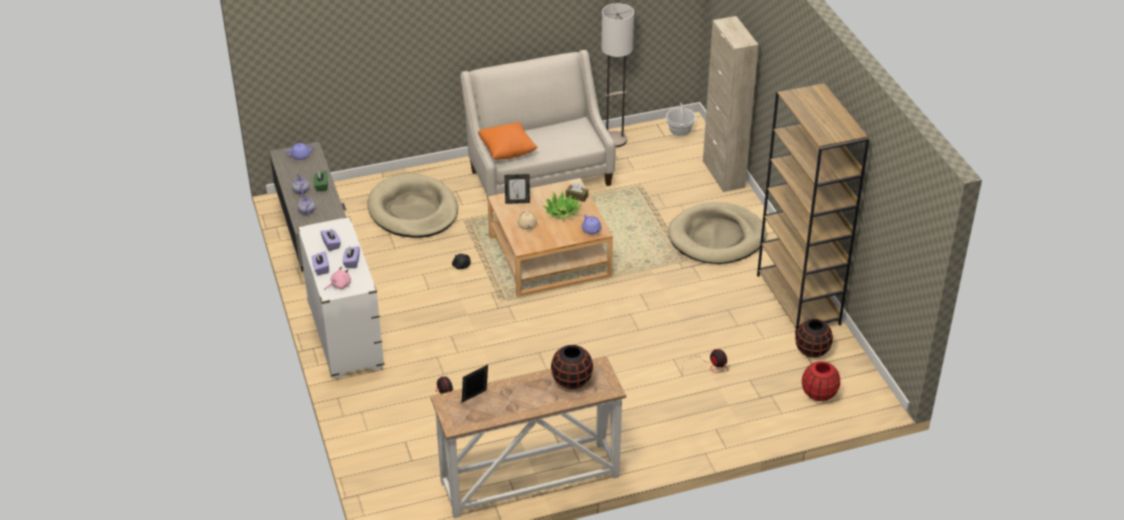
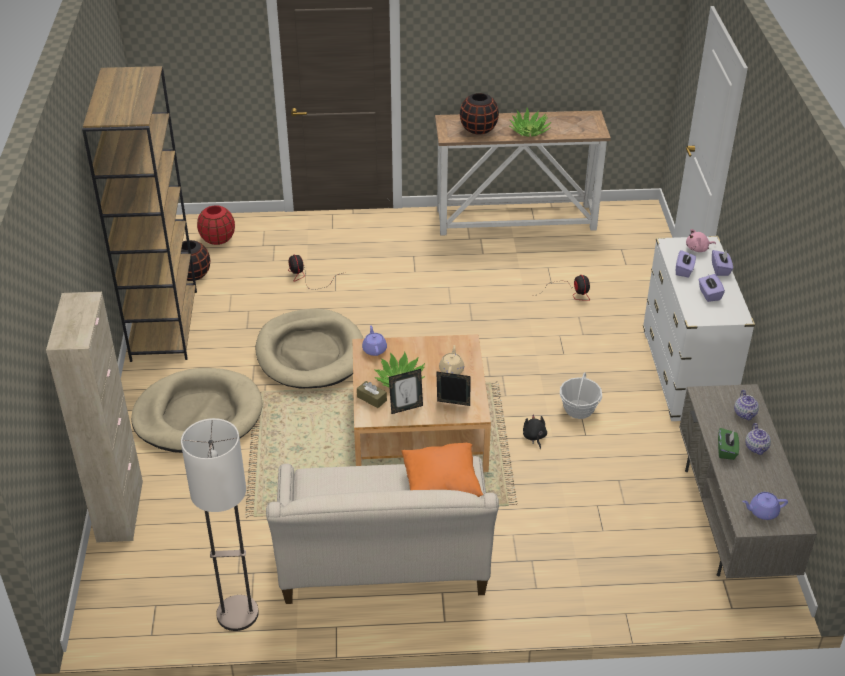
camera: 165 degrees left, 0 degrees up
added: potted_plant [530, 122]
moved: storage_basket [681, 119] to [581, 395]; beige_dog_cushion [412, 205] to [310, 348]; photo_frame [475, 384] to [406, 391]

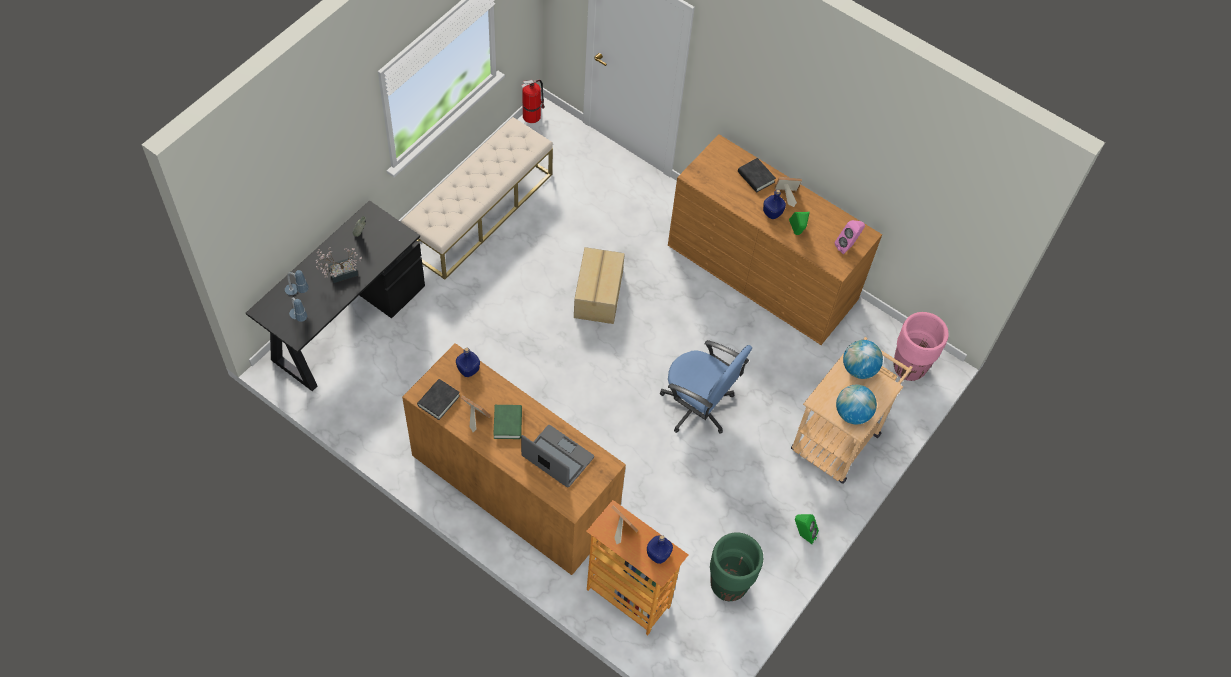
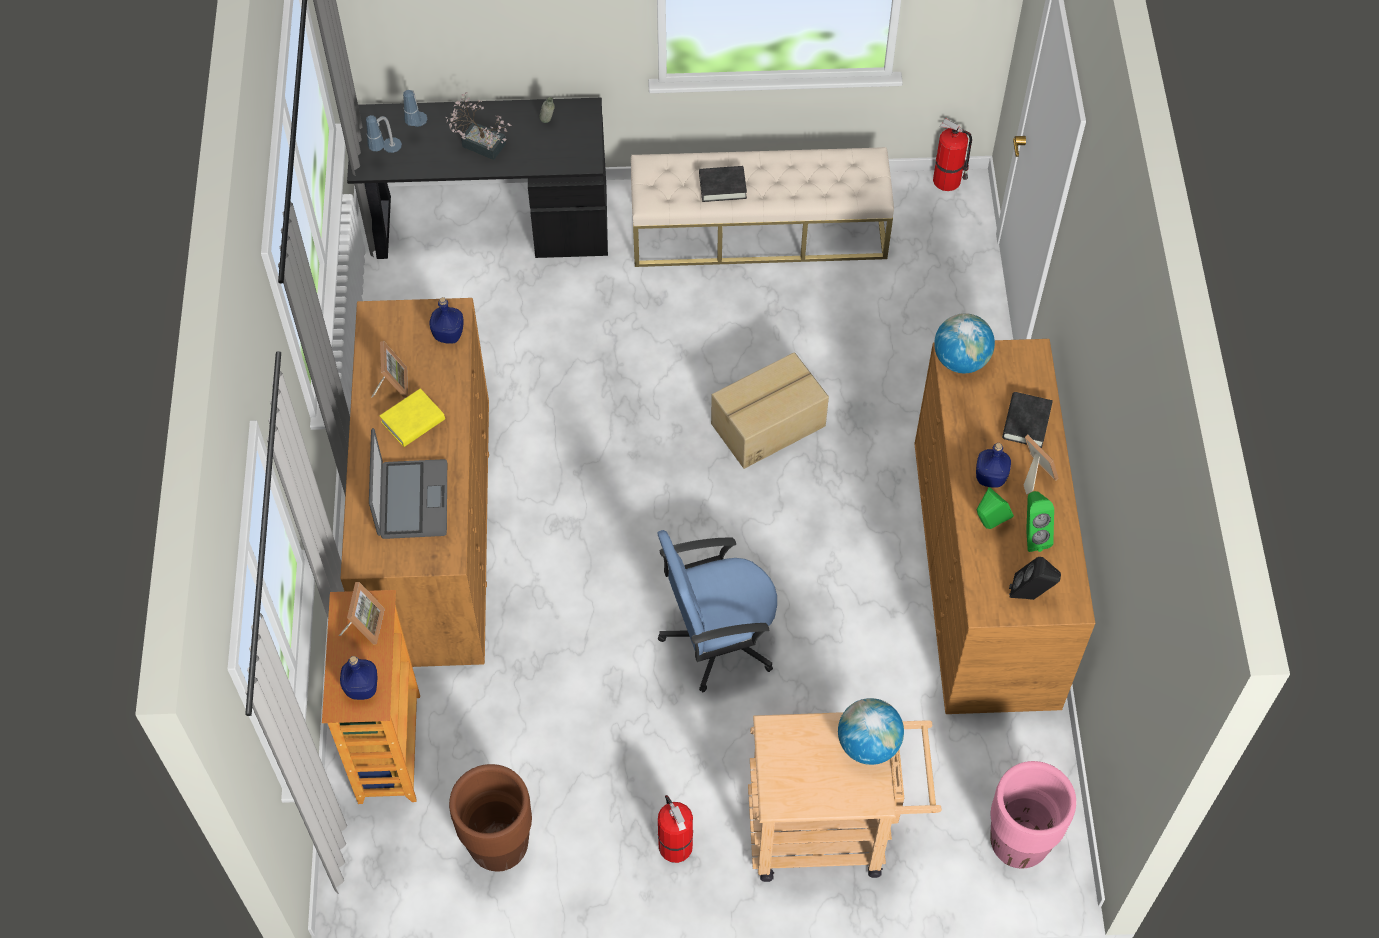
camera: 55 degrees right, 0 degrees up
added: fire-fighting_cylinder [675, 829]
moved: blackish_volume [438, 399] to [723, 184]; globe [856, 404] to [964, 343]; greenish_speaker [807, 529] to [1040, 521]
recoloured: pink-coloured_speaker [850, 237] to blackish_speaker [1035, 578]; greenish_volume [507, 422] to yellowish_volume [412, 417]; greenish_planter [736, 566] to brownish_planter [490, 817]
turned: blue-coloured_desk_chair [706, 387] = [717, 611] 75 degrees clockwise

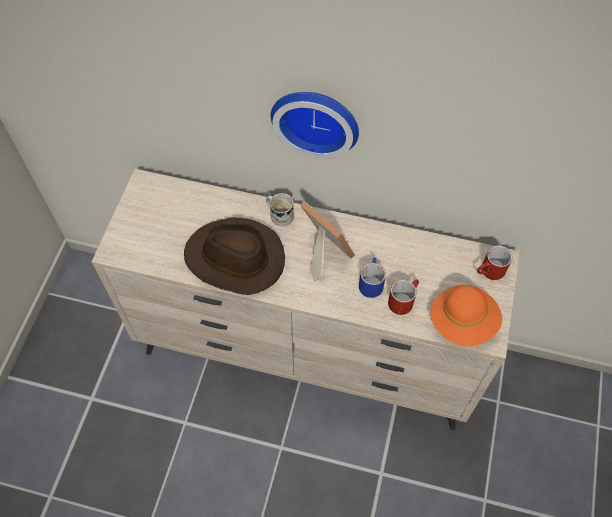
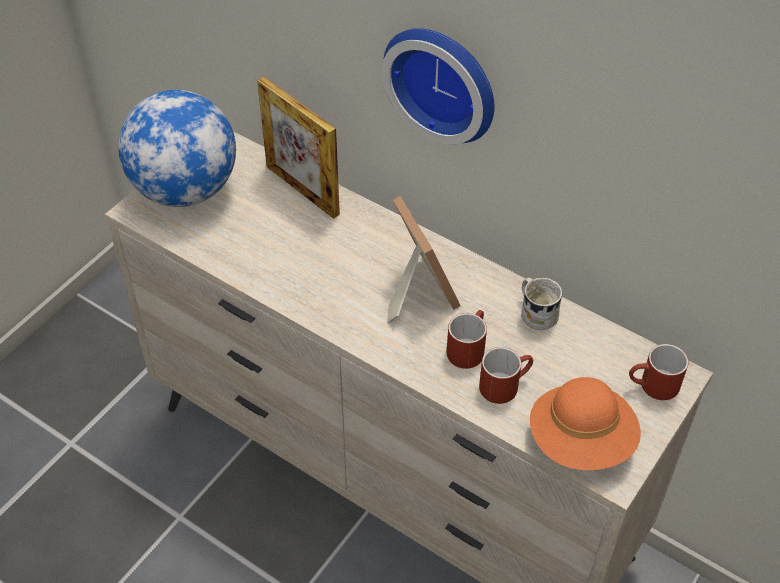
camera: 20 degrees right, 10 degrees down
removed: brownish_hat [234, 256]
added: photo_frame [298, 148]; globe [177, 148]
moved: white-coloured_tea_mug [280, 209] to [542, 303]
recoloured: blue-coloured_tea_mug [372, 278] to red-coloured_tea_mug [467, 339]

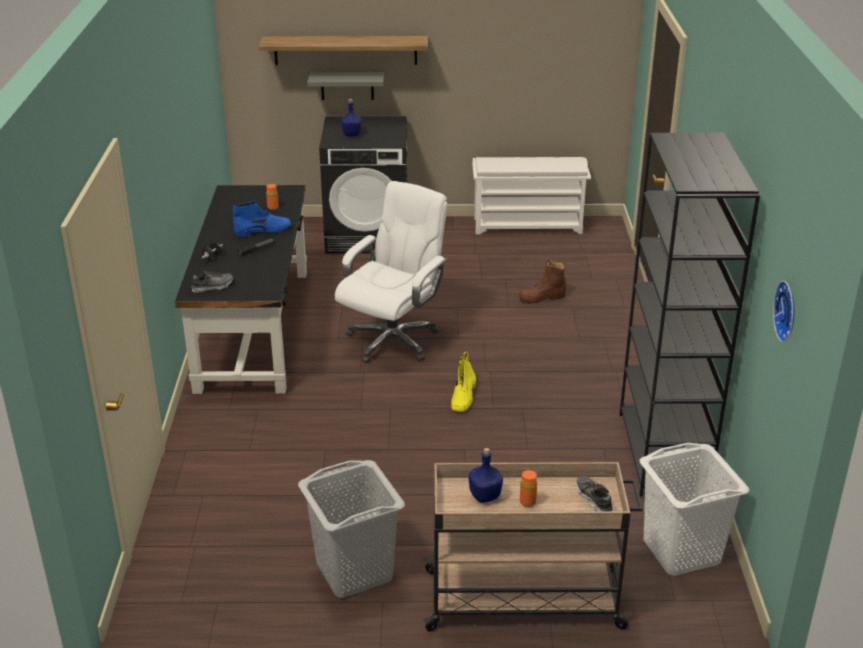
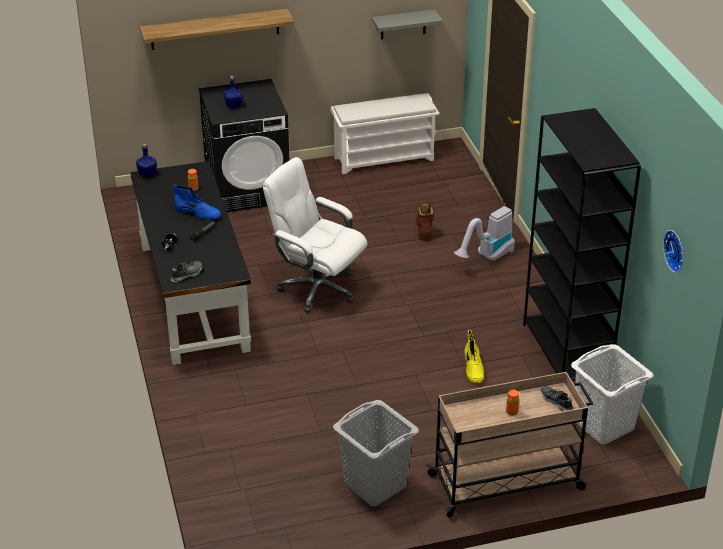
camera: 15 degrees left, 5 degrees up
added: vacuum [484, 233]
moved: gray_bracket_shelf [345, 86] to [407, 24]; yellowish_tall_boot [463, 382] to [474, 356]; blue-coloured_drink_bottle [485, 475] to [146, 161]
turned: white-coloured_desk_chair [391, 272] = [315, 235] 75 degrees counterclockwise; blue-coloured_tall_boot [262, 218] = [197, 202] 60 degrees clockwise; brownish_tall_boot [542, 282] = [425, 222] 120 degrees clockwise

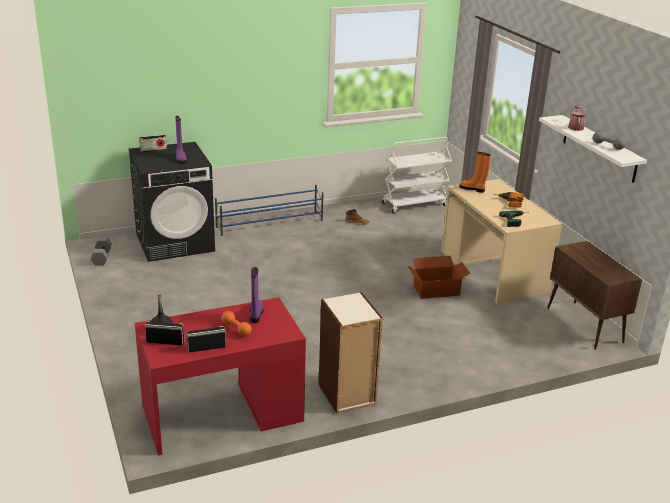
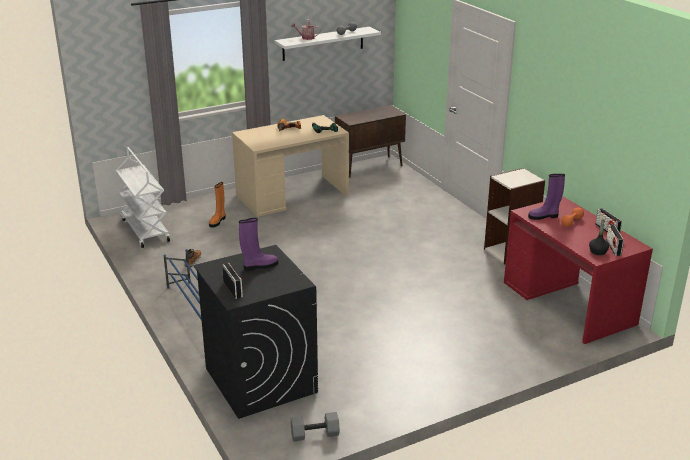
camera: 95 degrees left, 0 degrees up
removed: cardboard_box [439, 277]
moved: orange-coloured_tall_boot [475, 172] to [217, 205]

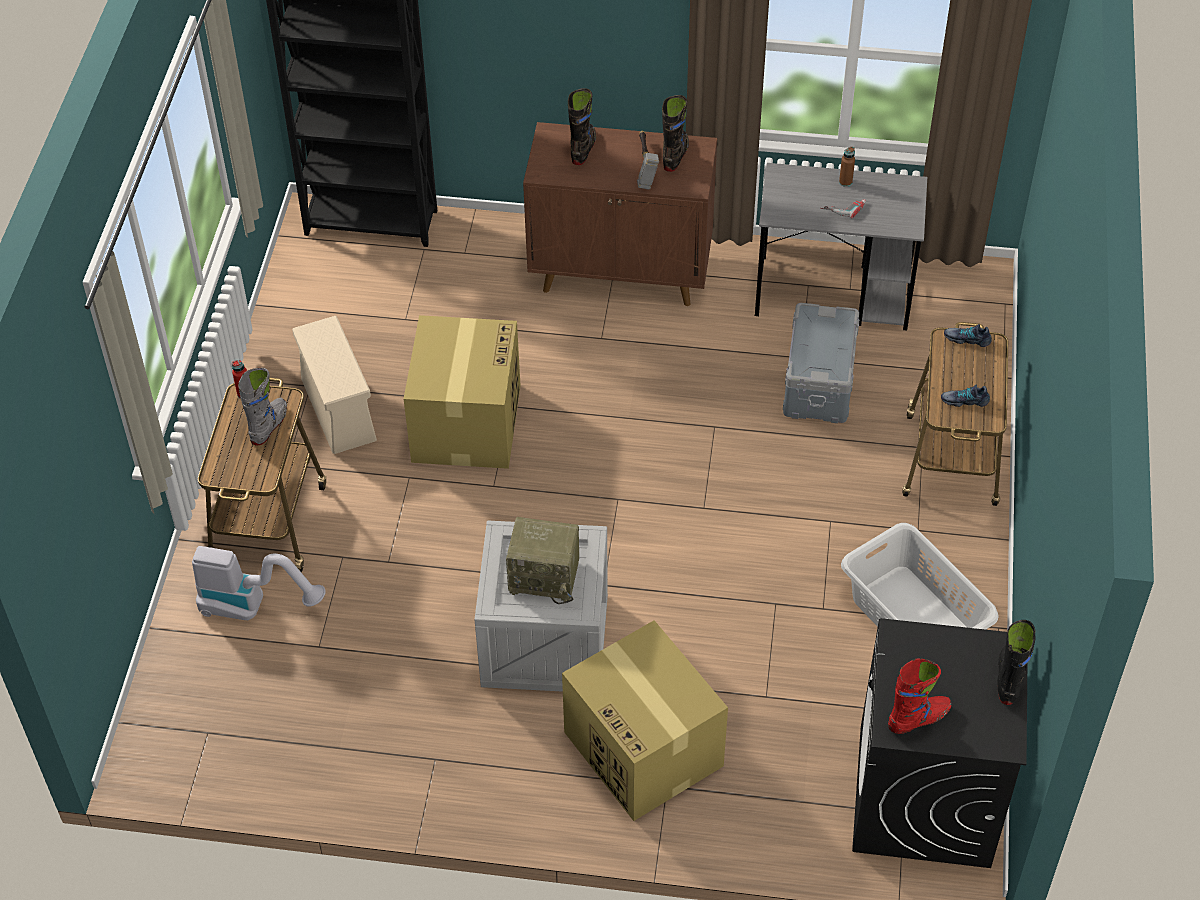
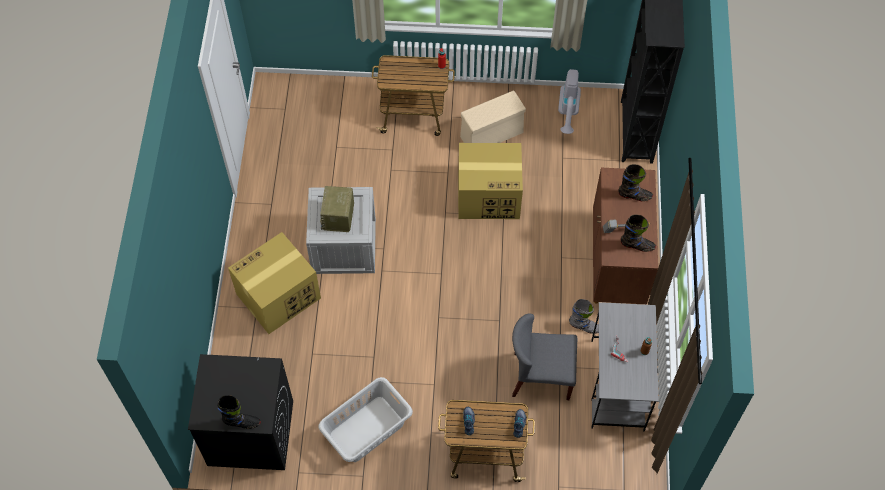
camera: 85 degrees right, 10 degrees up
removed: red-coloured_tall_boot [920, 696]
moved: gray_tall_boot [262, 407] to [584, 316]; vacuum [259, 583] to [569, 101]
replaced: gray_storage_container [821, 363] to gray_plain_chair [544, 357]

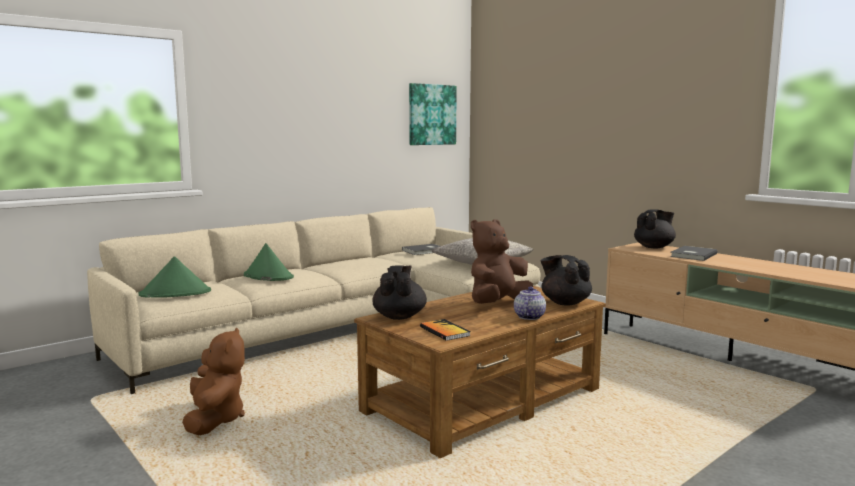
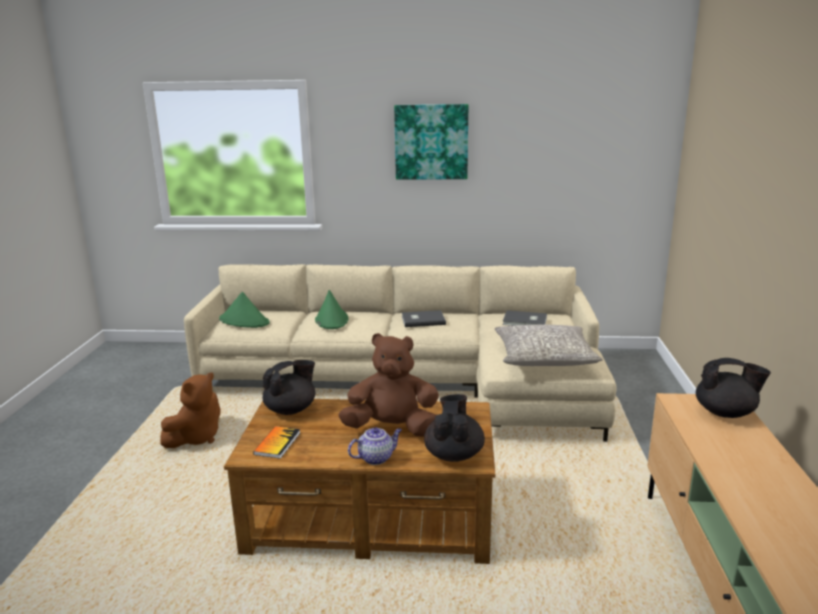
camera: 45 degrees right, 10 degrees up
moved: wall_art [433, 114] to [431, 142]; gray_volume [694, 253] to [424, 318]

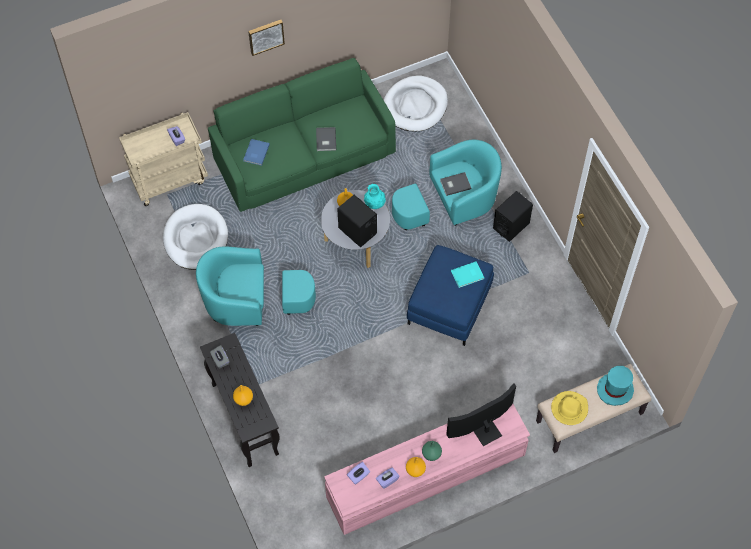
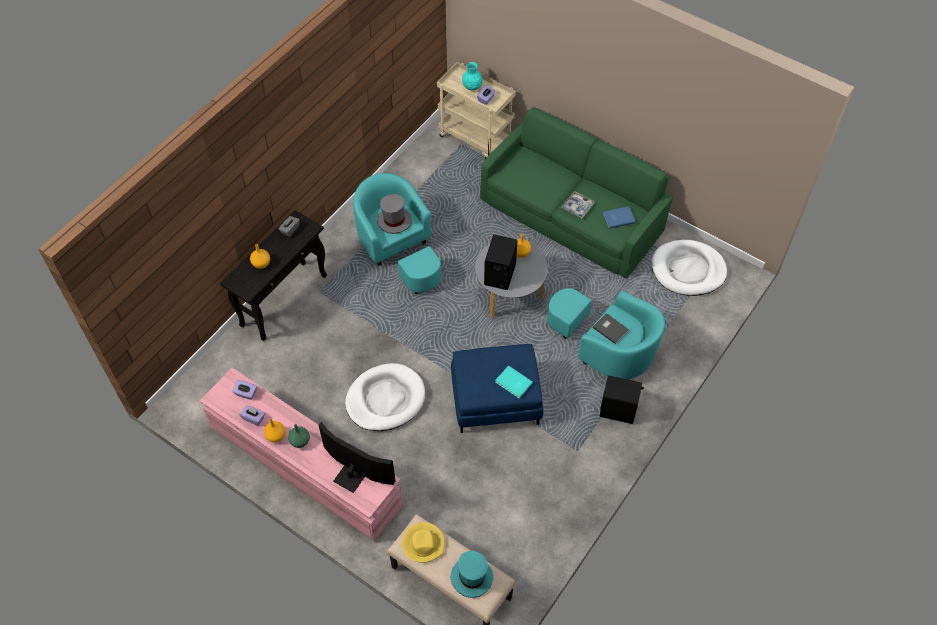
camera: 60 degrees right, 5 degrees down
removed: wall_art [266, 38]
added: gray_hat [394, 214]
moved: blue-coloured_volume [256, 152] to [619, 217]; turquoise-coloured_decorative_vase [375, 196] to [472, 76]; white-coloured_dog_cushion [195, 237] to [385, 397]
replaced: gray_volume [326, 139] to tray [578, 204]

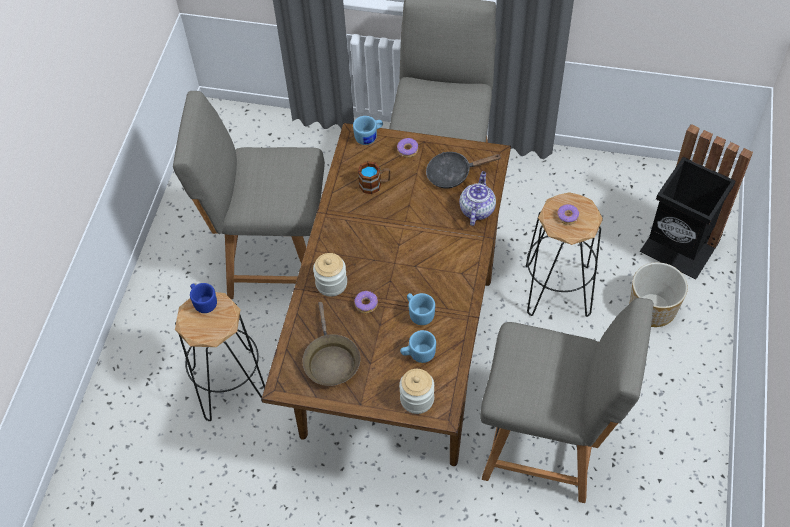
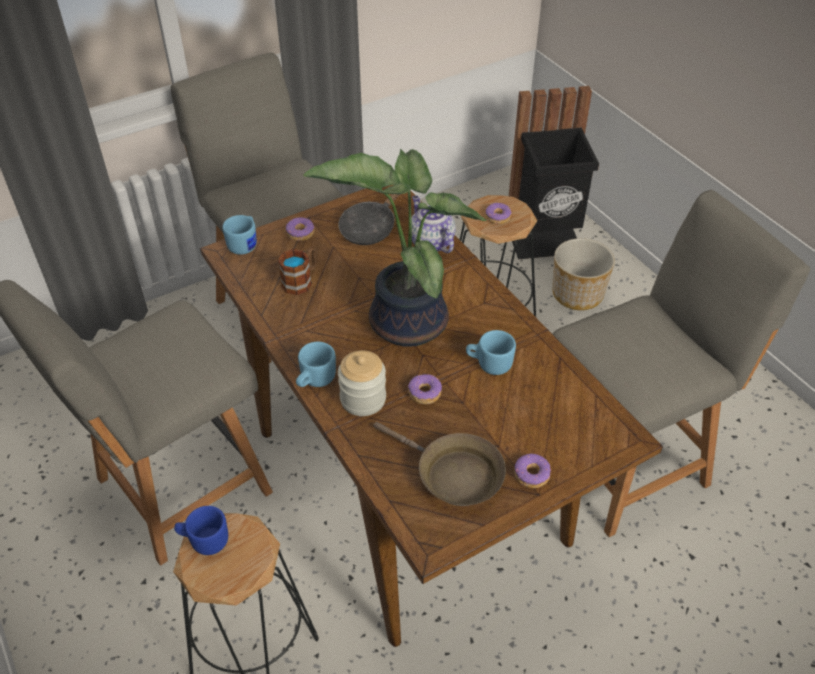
camera: 45 degrees left, 10 degrees down
removed: jar [416, 391]
added: potted_plant [395, 248]; doughnut [533, 471]
moved: blue-coloured_tea_mug [418, 346] to [316, 364]

